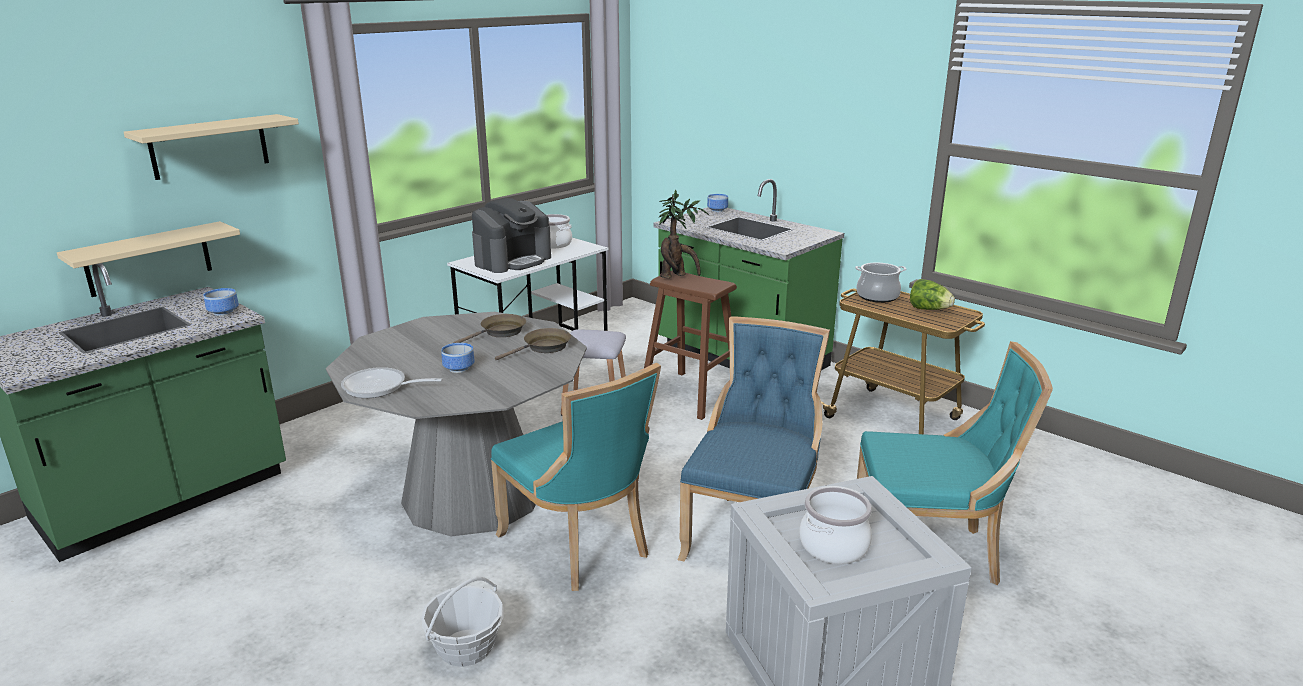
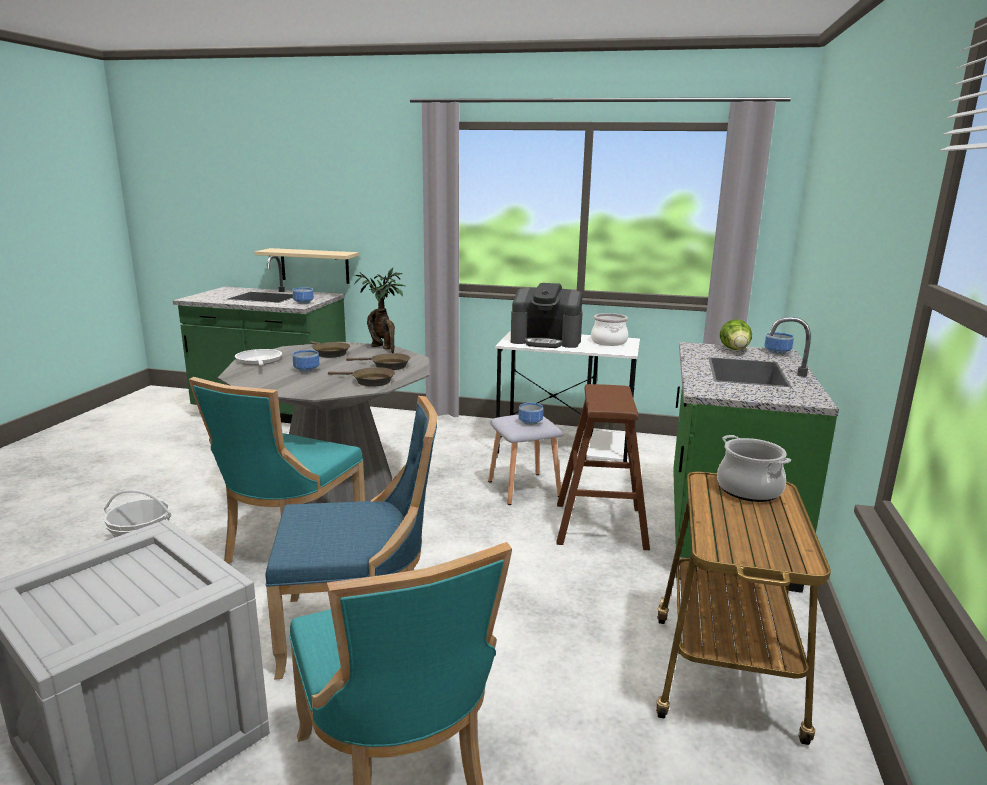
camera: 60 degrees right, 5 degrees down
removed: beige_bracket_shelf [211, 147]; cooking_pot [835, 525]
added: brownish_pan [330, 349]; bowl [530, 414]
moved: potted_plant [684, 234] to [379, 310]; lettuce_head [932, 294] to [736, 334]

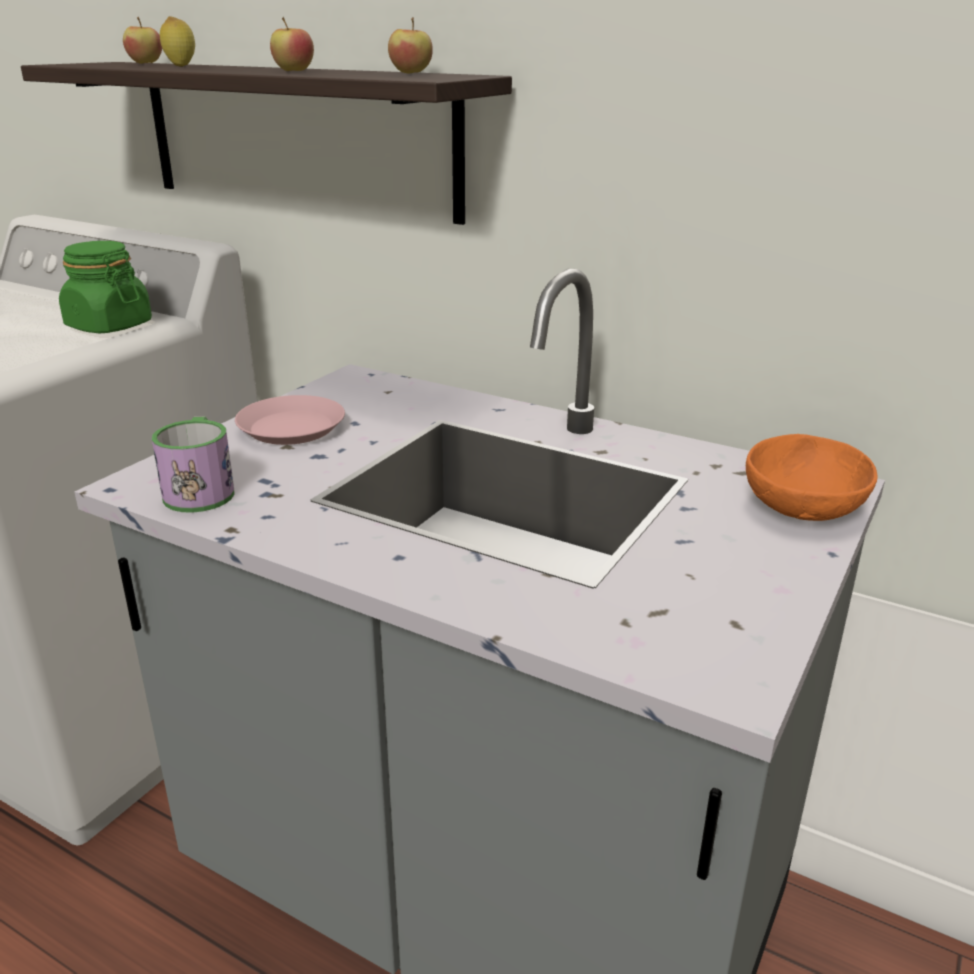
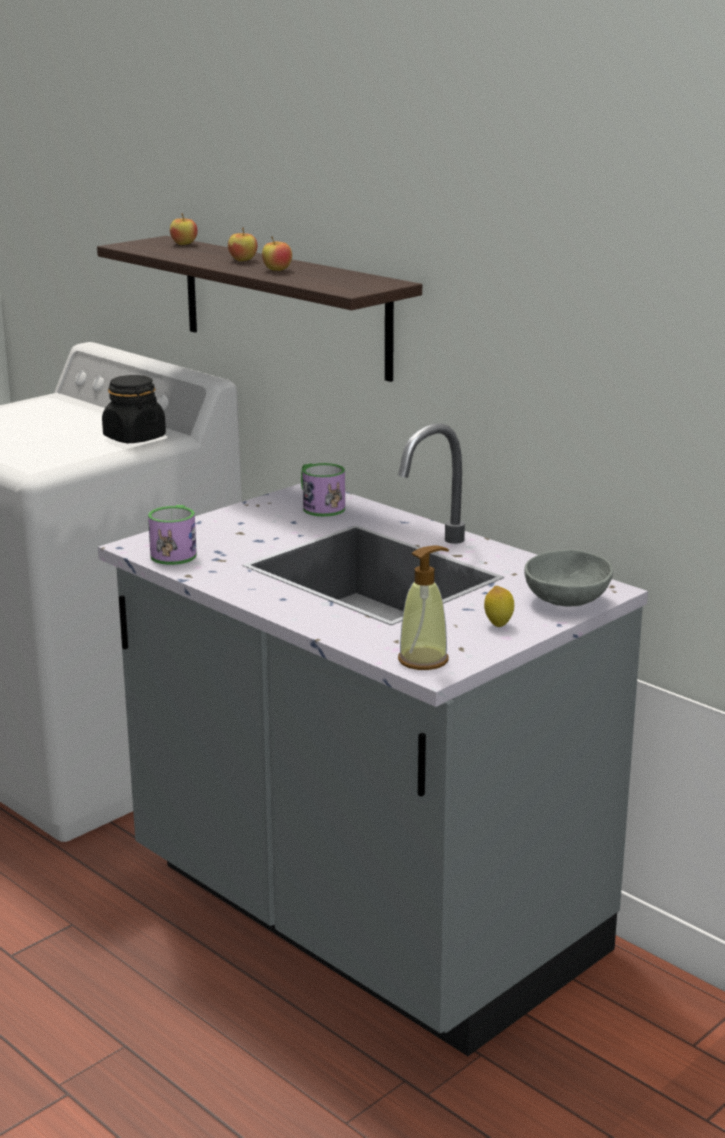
camera: 15 degrees right, 5 degrees down
removed: pink-coloured_plate [290, 420]
added: tea_mug [323, 489]; soap_bottle [423, 607]
moved: lemon [177, 41] to [499, 606]; apple_fruit [410, 45] to [243, 244]
recoloured: greenish_jar [105, 287] to blackish_jar [134, 409]; orange-coloured_bowl [812, 477] to gray_bowl [568, 578]

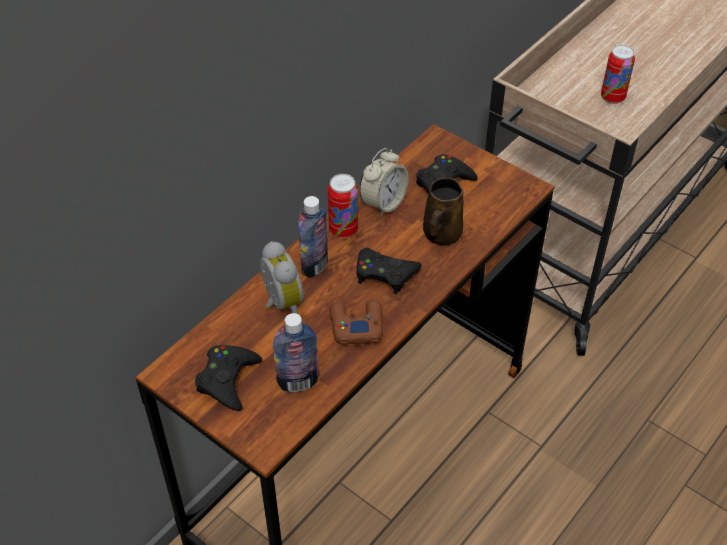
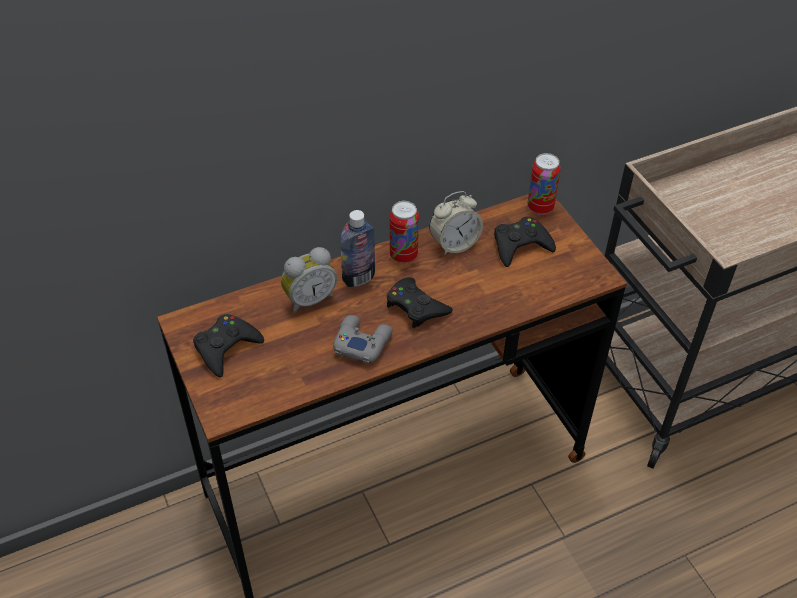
camera: 25 degrees right, 0 degrees up
removed: brownish_tea_mug [443, 211]; drink_bottle [296, 352]
moved: sealed_can [618, 74] to [544, 184]
recoloured: brownish_gamepad [356, 322] to gray_gamepad [363, 339]
turned: table_clock [281, 277] = [309, 280] 60 degrees clockwise

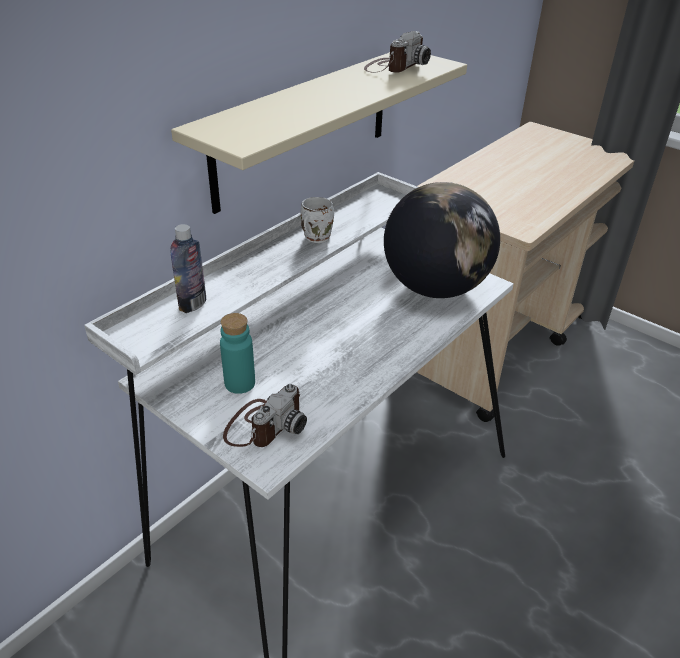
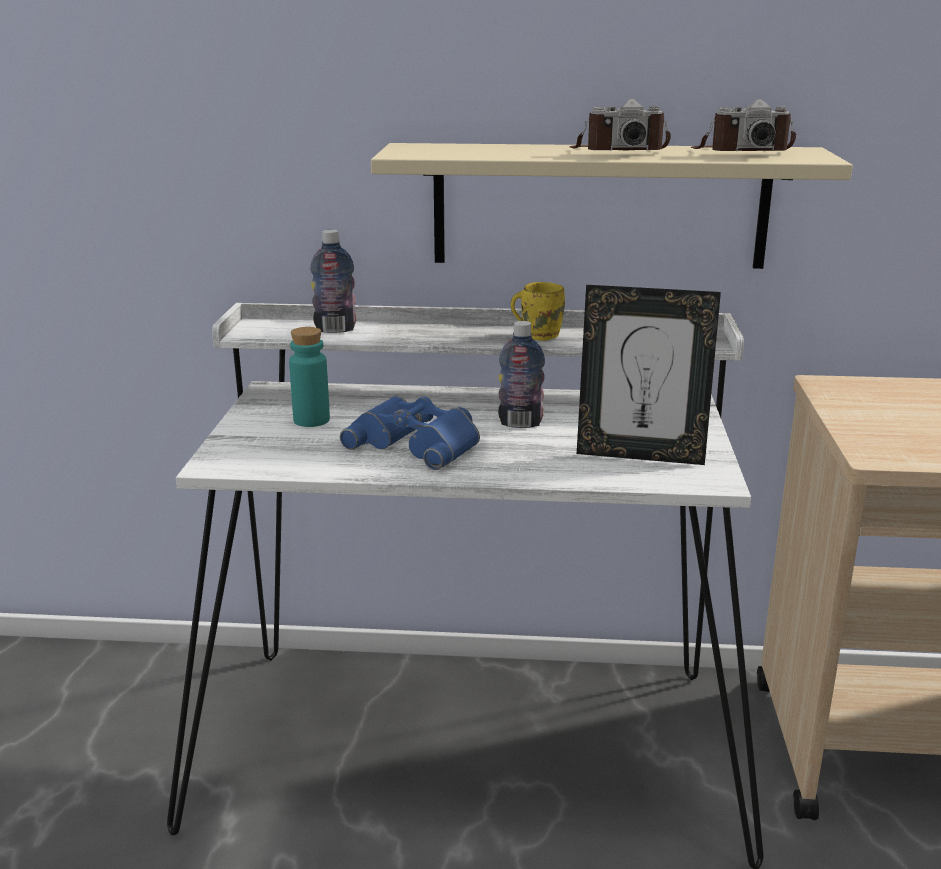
camera: 55 degrees right, 15 degrees down
added: drink_bottle [521, 374]; blue-coloured_field_glasses [410, 433]
moved: photo_camera [265, 415] to [620, 125]
replaced: globe [442, 240] to photo_frame [649, 375]
recoloured: white-coloured_tea_mug [317, 220] to yellowish_tea_mug [538, 311]

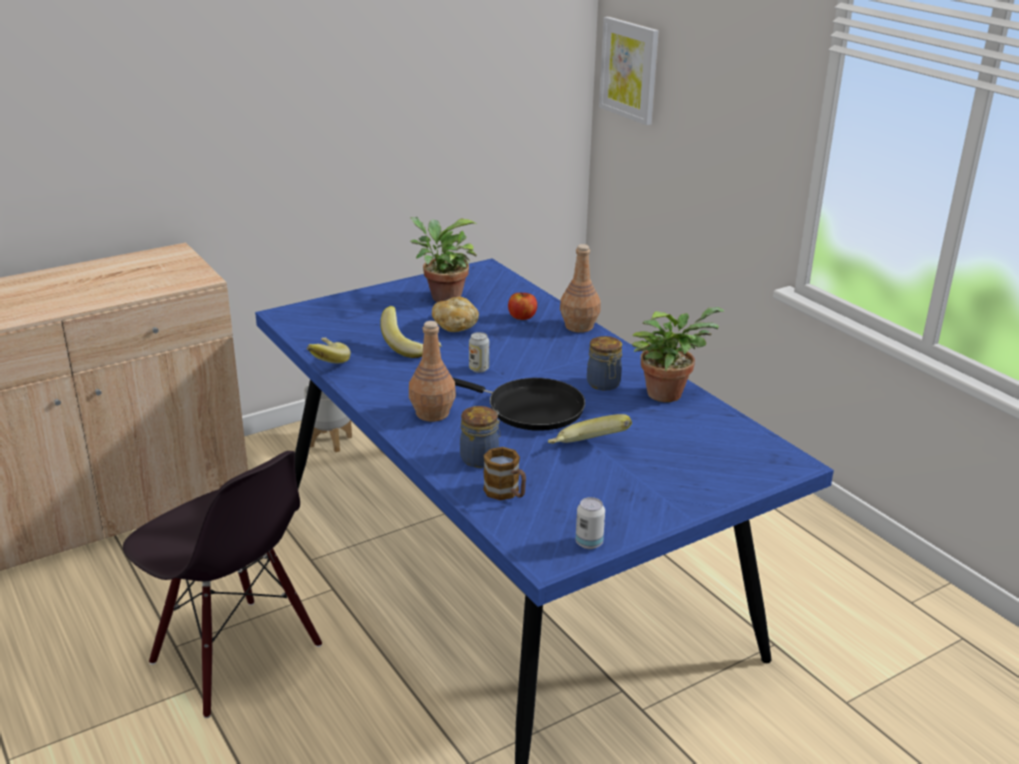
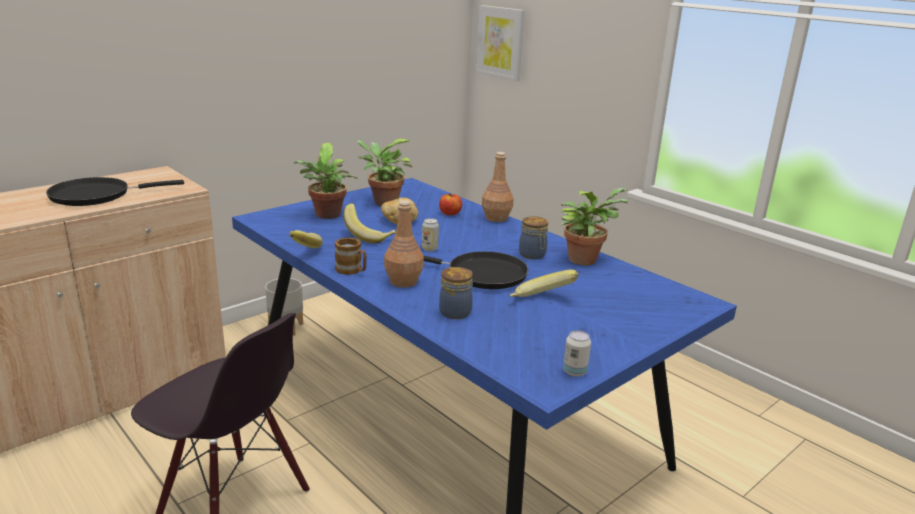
camera: 10 degrees left, 5 degrees down
added: potted_plant [326, 181]; blackish_pan [115, 191]
moved: tea_mug [504, 473] to [350, 256]

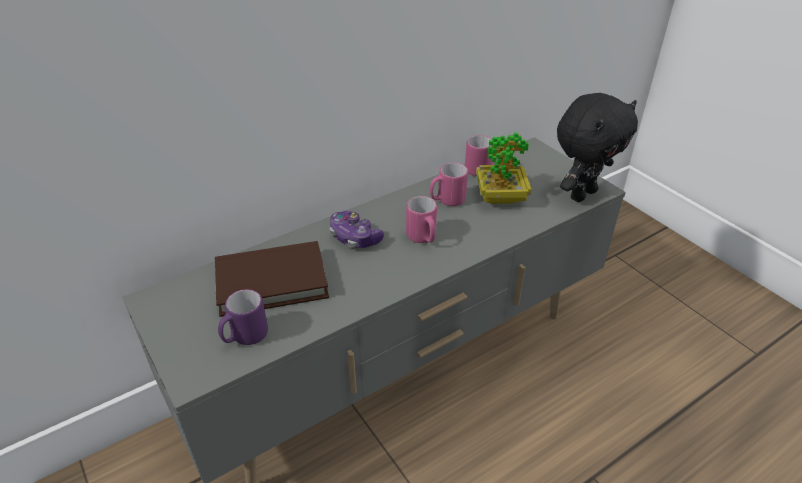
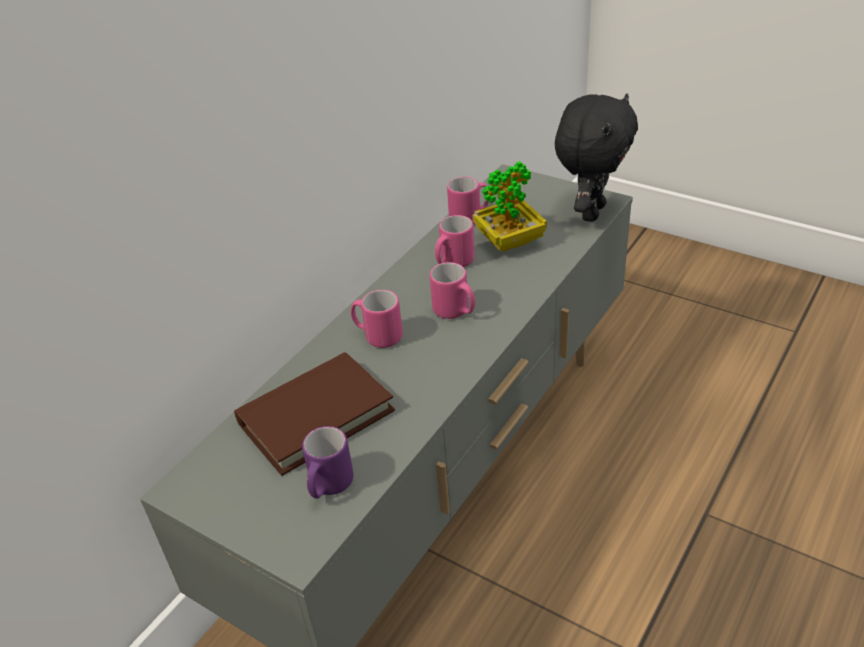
camera: 20 degrees left, 0 degrees up
replaced: gamepad [357, 229] to pink-coloured_tea_mug [377, 319]

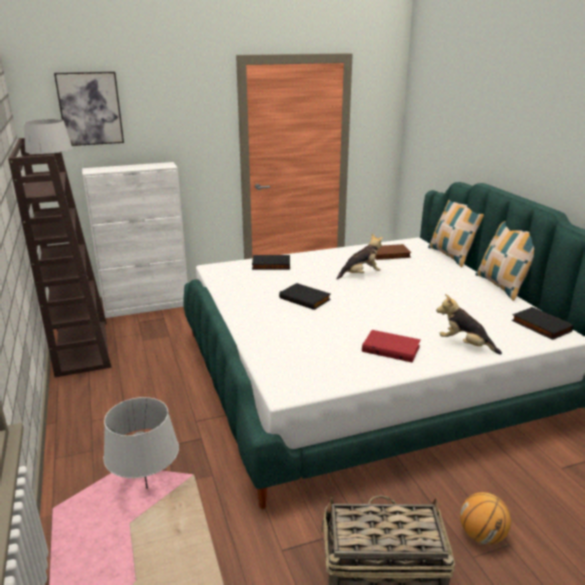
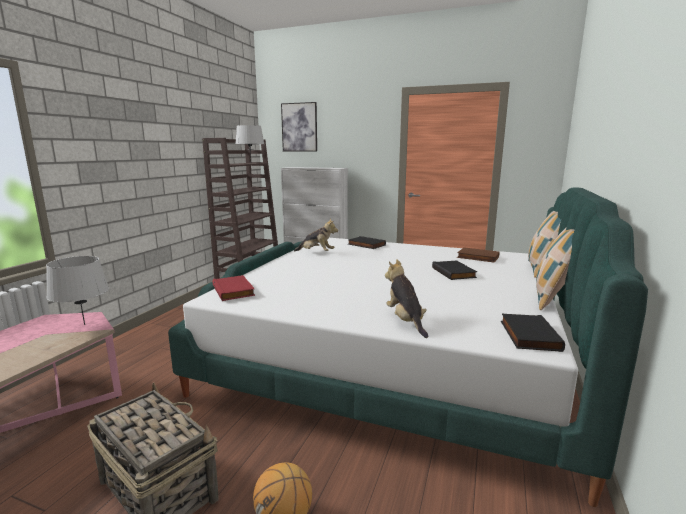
camera: 40 degrees right, 10 degrees down
moved: cuddly_toy [360, 256] to [316, 235]; blackish_volume [305, 296] to [454, 270]; red-coloured_volume [391, 346] to [234, 288]

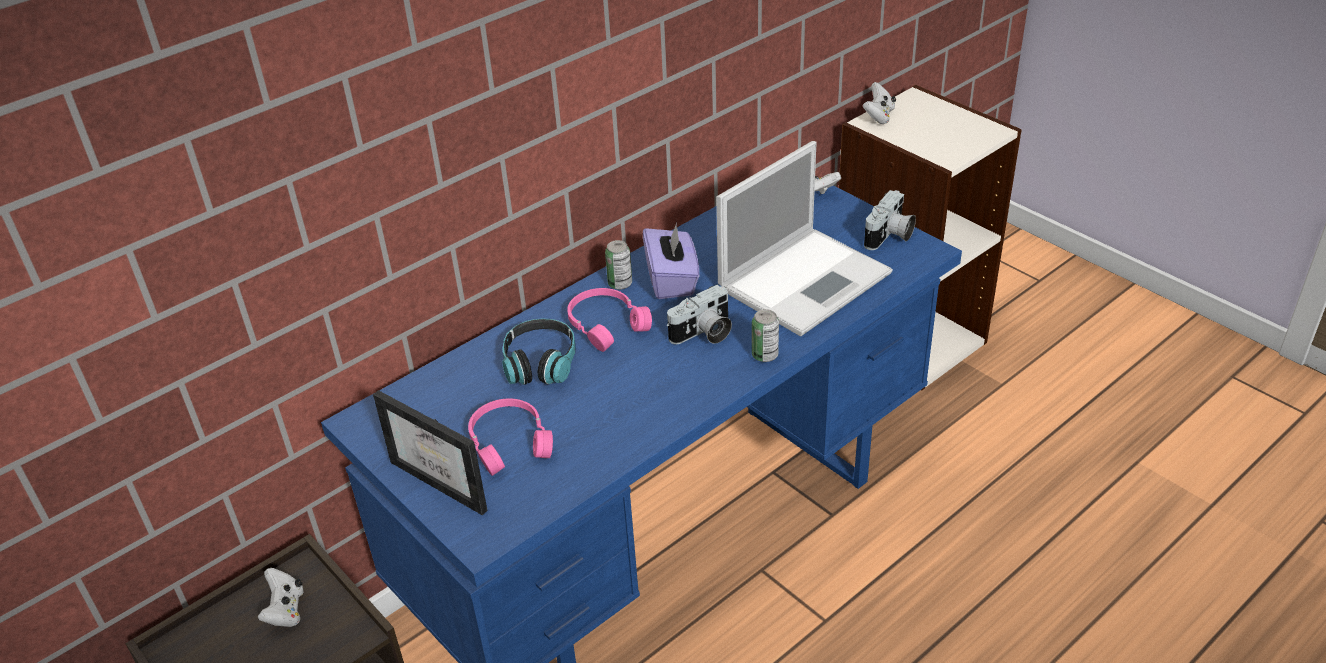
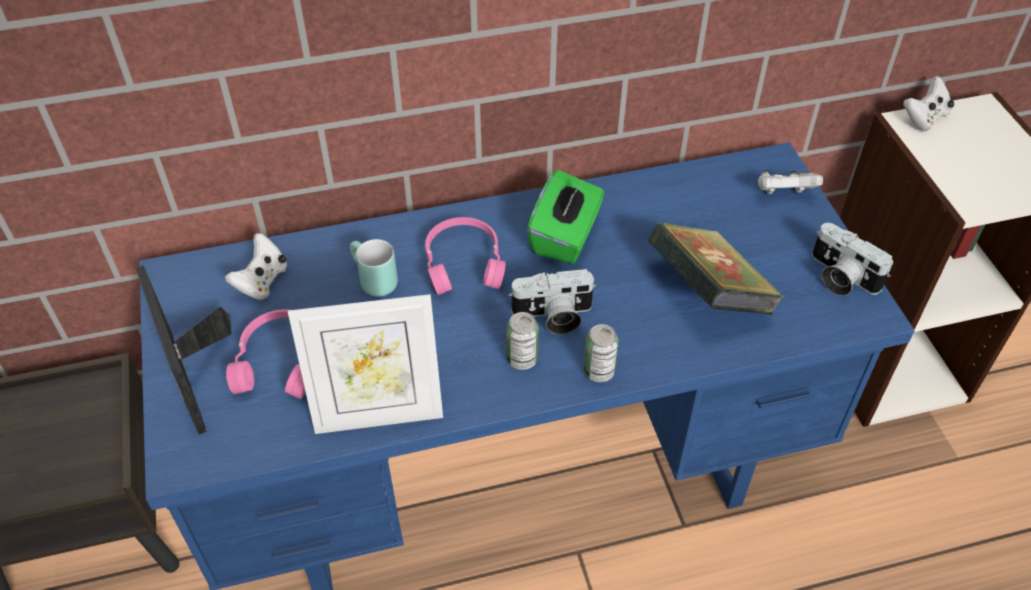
camera: 25 degrees right, 10 degrees up
added: photo_frame [365, 364]
moved: sealed_can [618, 265] to [522, 341]; white-coloured_gamepad [281, 597] to [256, 266]
replaced: notebook_computer [804, 238] to volume [716, 269]; headphones [538, 352] to turquoise-coloured_tea_mug [374, 268]
recoloured: purple_box_of_tissues [671, 261] to greenish_box_of_tissues [565, 217]
turned: photo_camera [890, 220] = [852, 259] 75 degrees clockwise

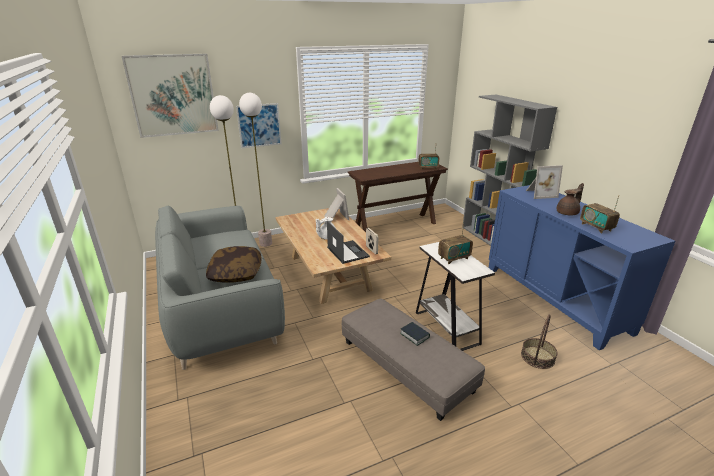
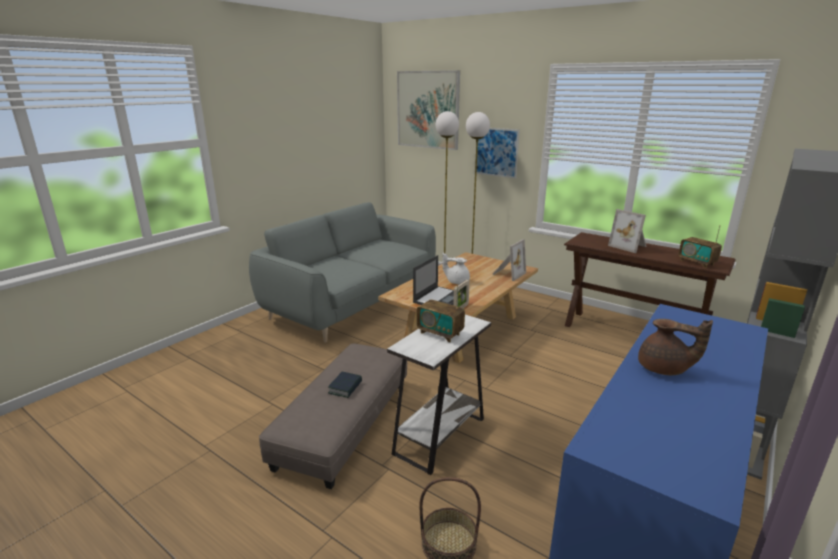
camera: 60 degrees right, 5 degrees down
removed: radio_receiver [600, 214]; throw_pillow [234, 264]
moved: photo_frame [544, 182] to [627, 231]

